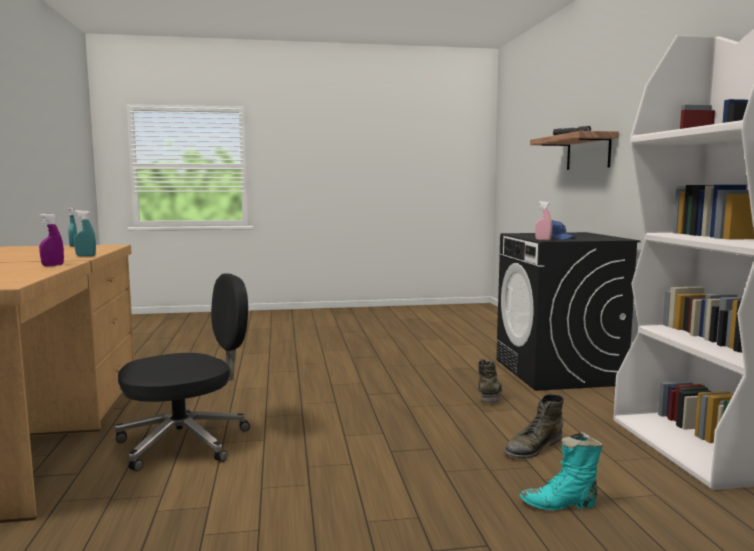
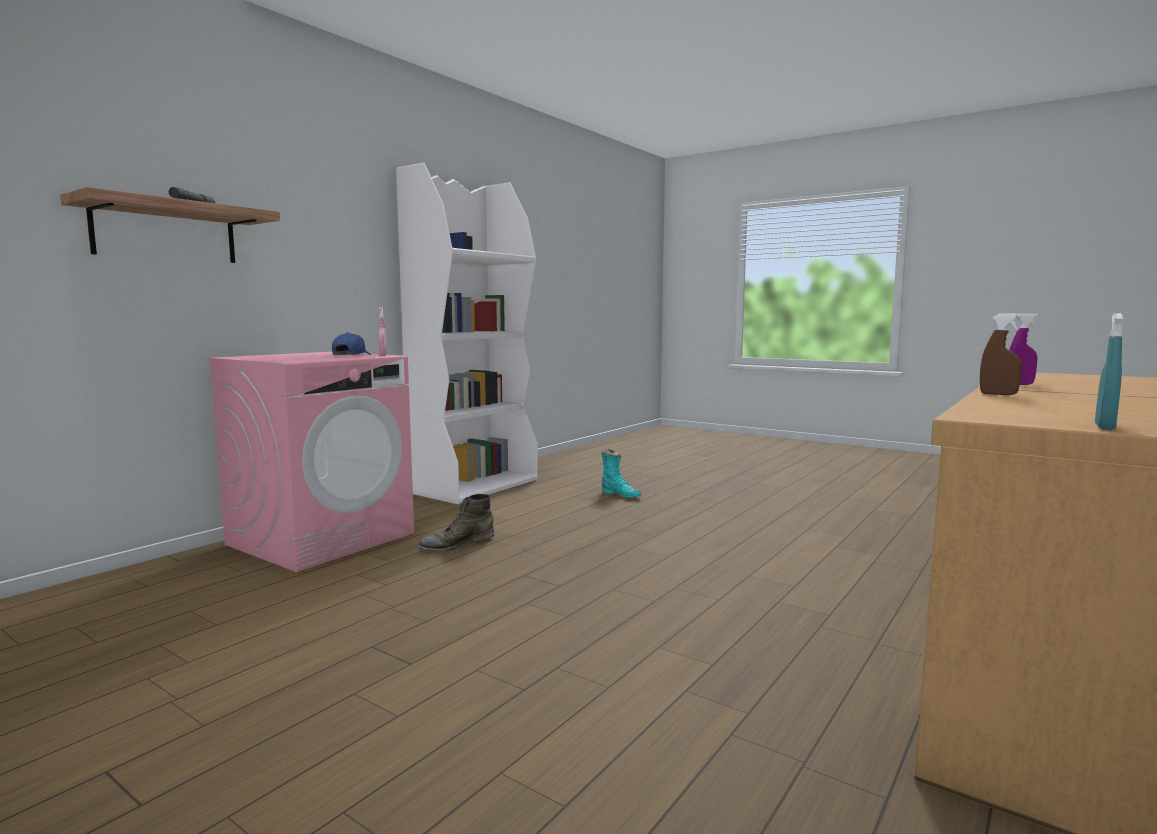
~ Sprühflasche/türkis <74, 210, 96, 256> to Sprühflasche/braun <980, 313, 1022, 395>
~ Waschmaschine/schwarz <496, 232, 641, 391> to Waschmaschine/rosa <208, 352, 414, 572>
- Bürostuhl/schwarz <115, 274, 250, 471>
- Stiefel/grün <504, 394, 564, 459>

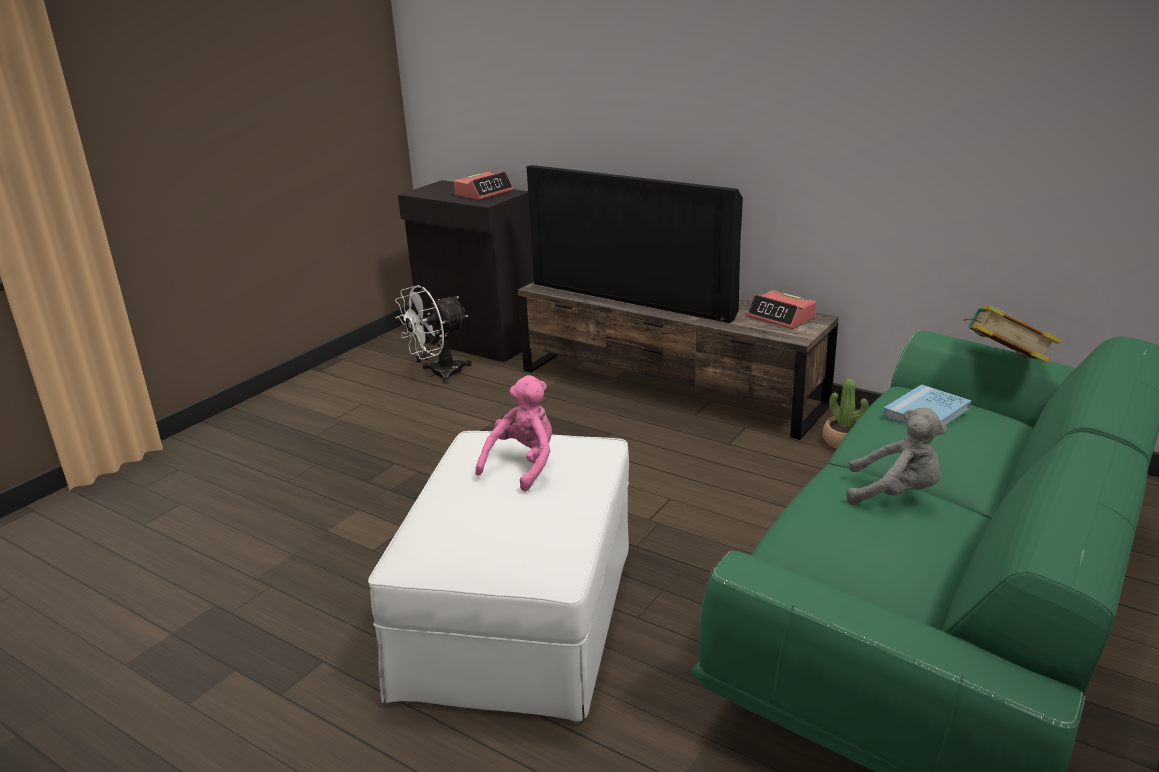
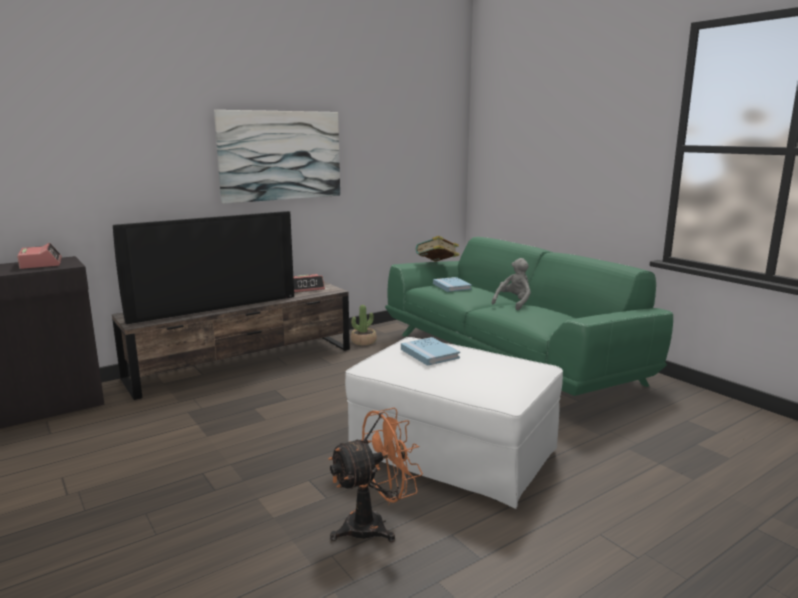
- Ventilator/weiß <395, 285, 472, 384>
~ Plüschtier/rosa <475, 375, 552, 492> to Buch/blau <401, 337, 460, 366>
+ Bild <214, 110, 340, 204>
+ Ventilator/orange <328, 408, 423, 542>

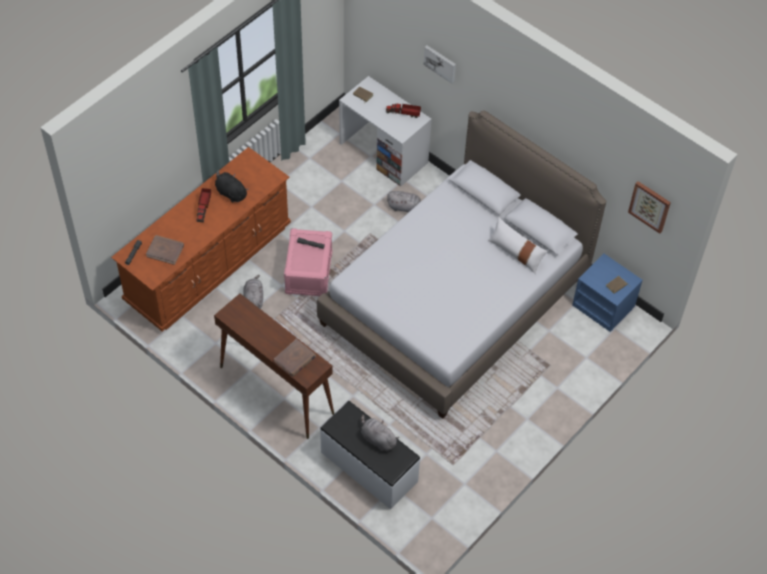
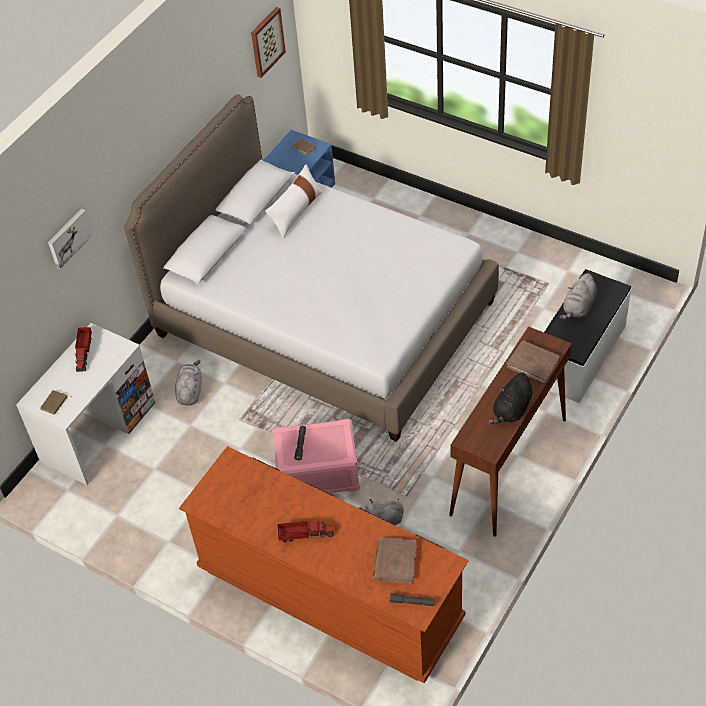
~ Plüschtier/schwarz <215, 171, 249, 203> to <488, 373, 532, 425>

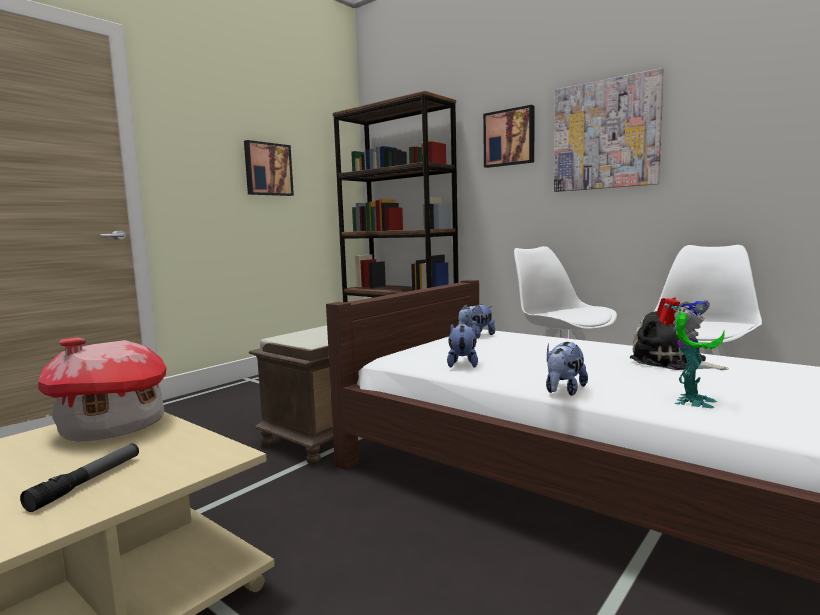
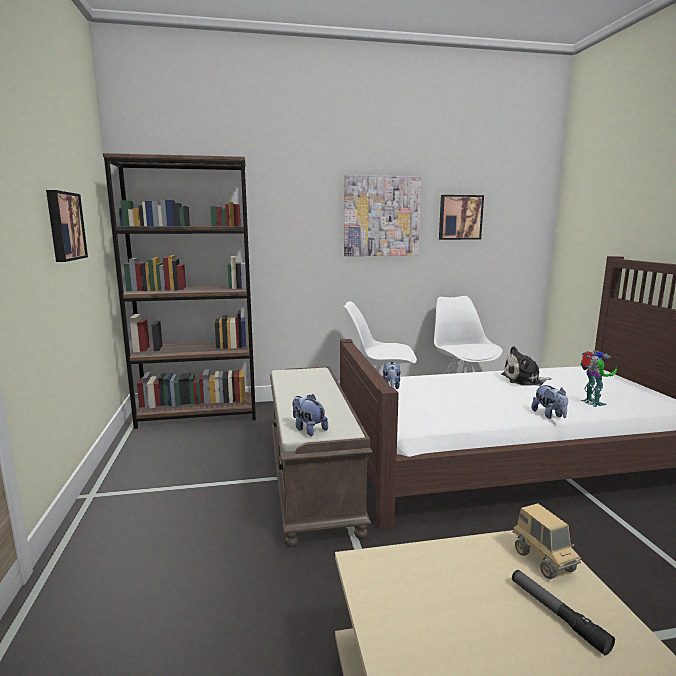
~ Bild <483, 105, 535, 168> to <439, 195, 484, 240>
~ Plüschtier <447, 323, 478, 368> to <292, 394, 328, 436>
- Spielzeughaus <38, 337, 167, 442>
+ Spielzeuglaster <513, 503, 581, 579>

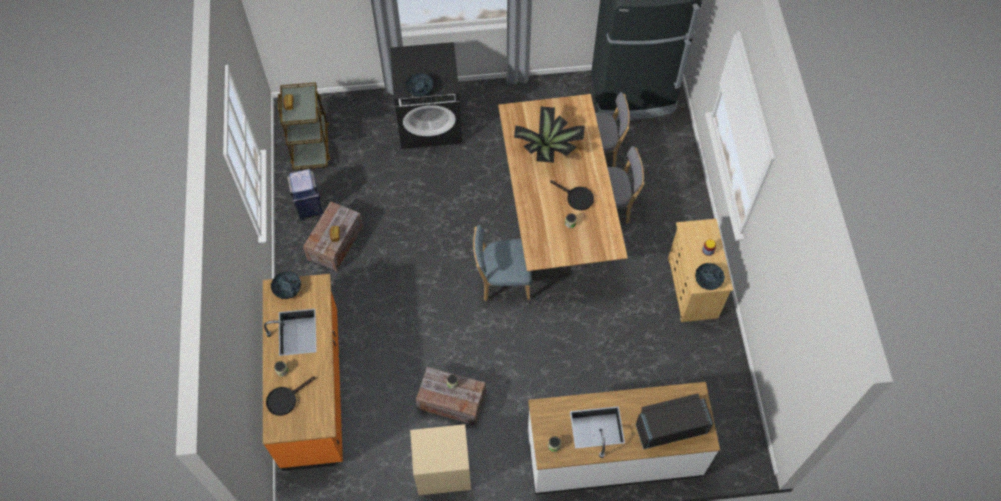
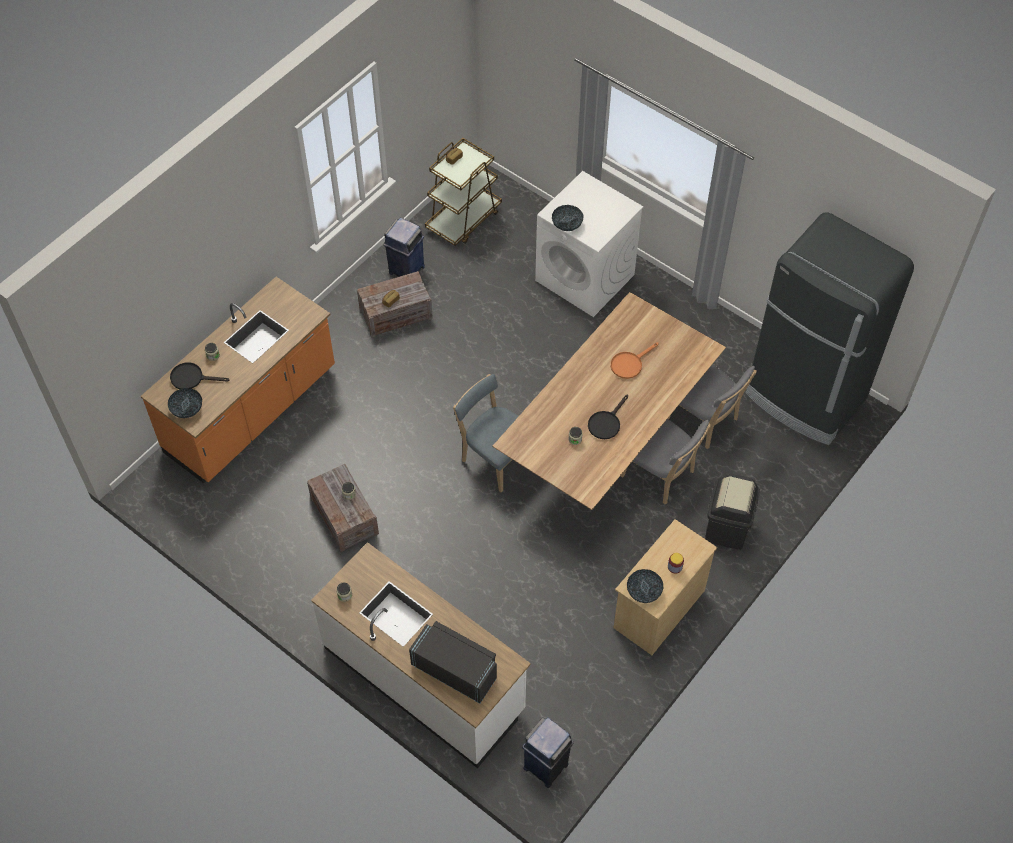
~ Waschmaschine/schwarz <390, 42, 462, 149> to Waschmaschine/weiß <535, 171, 643, 317>
~ Topfpflanze <514, 107, 585, 163> to Pfanne/orange <611, 342, 658, 379>
~ Pfanne/schwarz <550, 180, 594, 210> = <588, 394, 628, 439> 45 degrees clockwise
~ Schüssel <271, 271, 301, 299> to <168, 388, 202, 418>
- Nachttisch/beige <410, 424, 471, 495>
+ Mülleimer/schwarz <705, 474, 760, 550>
+ Mülleimer/blau <522, 717, 574, 788>

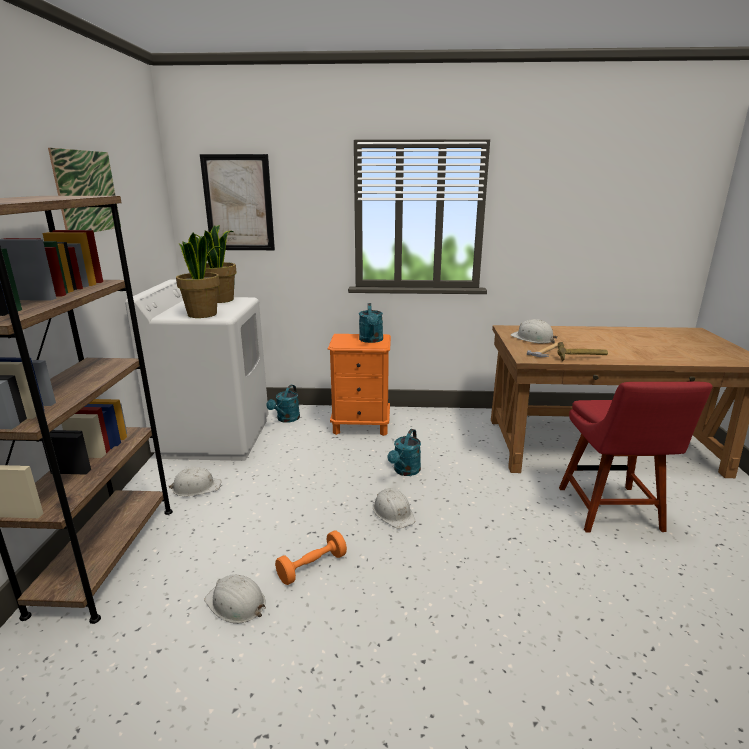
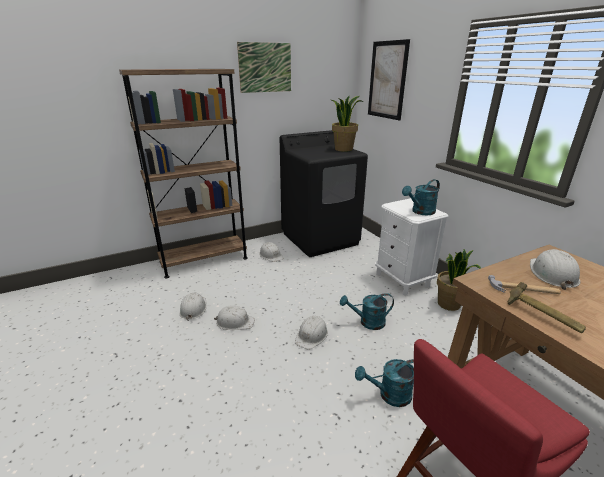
~ Topfpflanze <176, 232, 222, 318> to <437, 249, 481, 311>
~ Waschmaschine/weiß <125, 280, 269, 461> to Waschmaschine/schwarz <280, 130, 368, 257>
~ Nachttisch/orange <328, 334, 391, 436> to Nachttisch/weiß <375, 198, 449, 295>
~ Gießkanne/türkis <266, 385, 300, 423> to <355, 359, 414, 407>
~ Hantel/orange <275, 530, 347, 585> to Schutzhelm/weiß <213, 305, 255, 330>

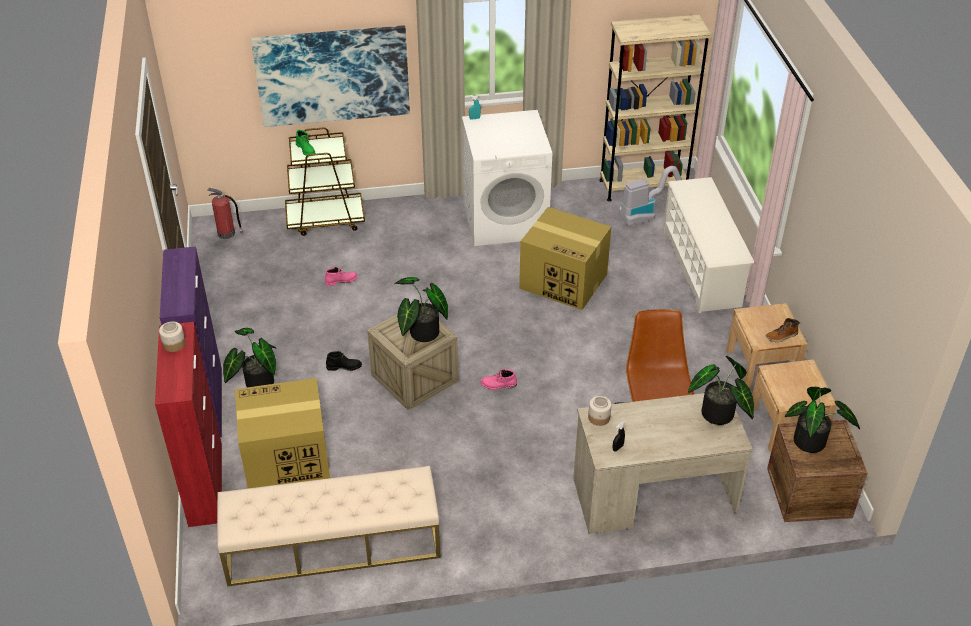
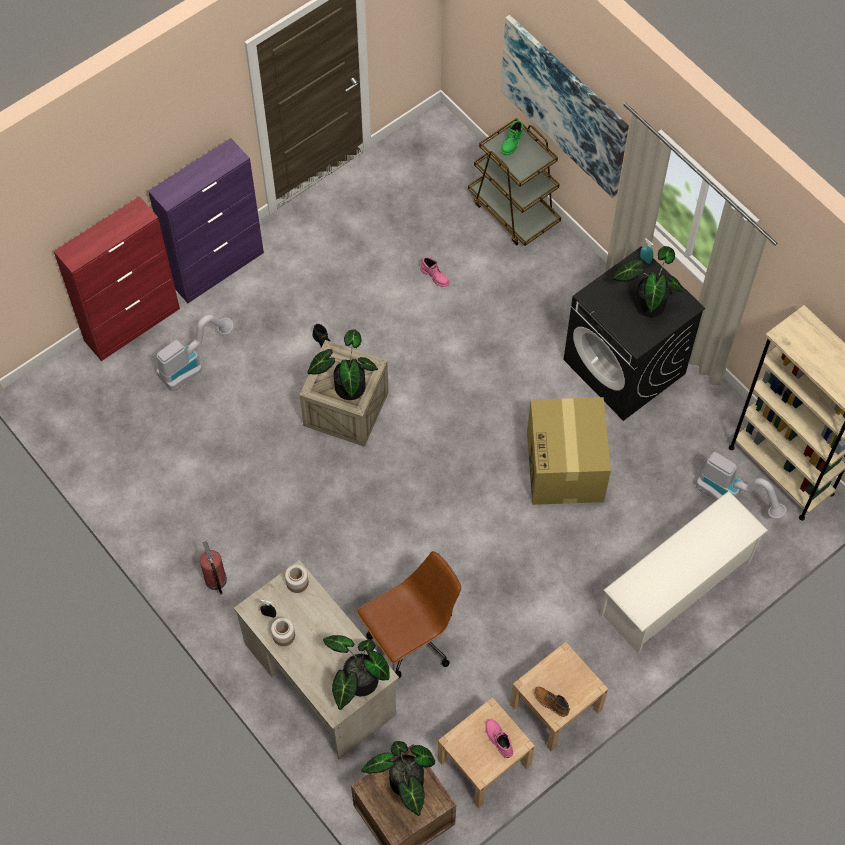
~ Waschmaschine/weiß <462, 110, 552, 246> to Waschmaschine/schwarz <563, 247, 705, 421>
~ Feuerlöscher <208, 188, 243, 239> to <200, 541, 227, 597>
~ Vorratsglas <159, 321, 186, 352> to <271, 618, 295, 646>
~ Topfpflanze <223, 328, 276, 387> to <612, 246, 683, 317>
~ Stiefel/rosa <481, 369, 517, 390> to <485, 719, 513, 758>
~ Karton <235, 378, 330, 488> to Staubsauger <156, 315, 234, 391>
- Bank/beige <217, 466, 441, 586>

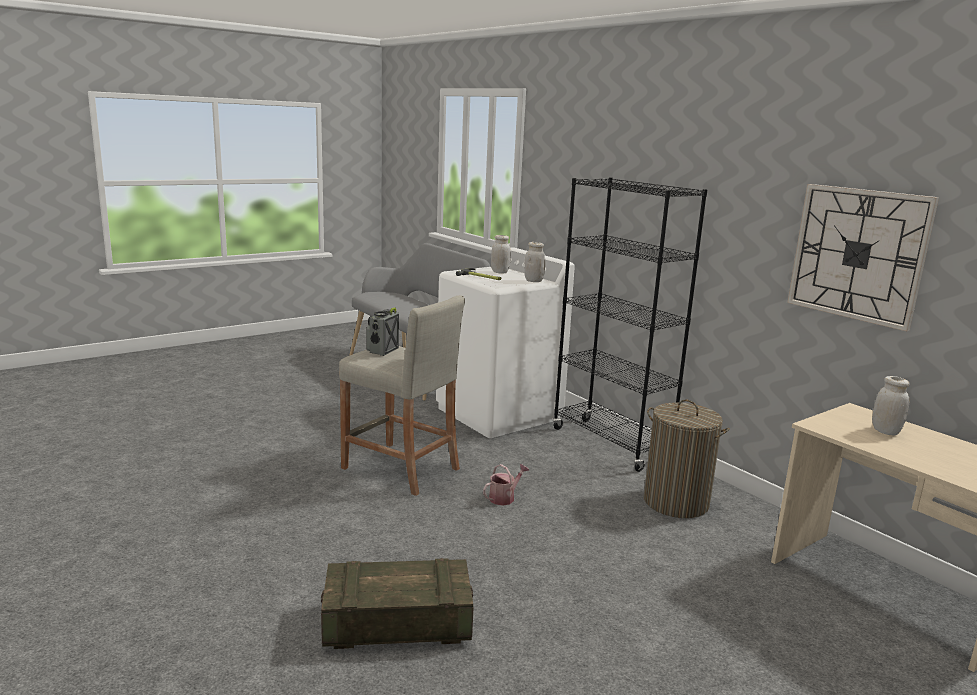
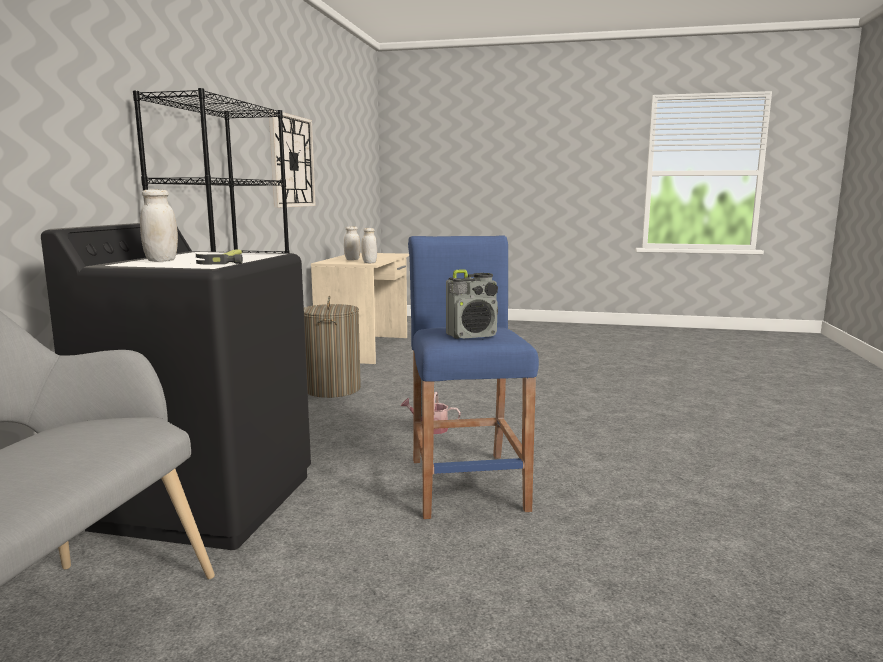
~ Vorratsglas/weiß <524, 242, 545, 282> to <361, 228, 377, 263>
~ Waschmaschine/weiß <436, 247, 575, 438> to Waschmaschine/schwarz <41, 223, 311, 550>
~ Hocker/beige <339, 296, 465, 496> to Hocker/blau <408, 235, 539, 519>
- Kiste <321, 558, 474, 649>

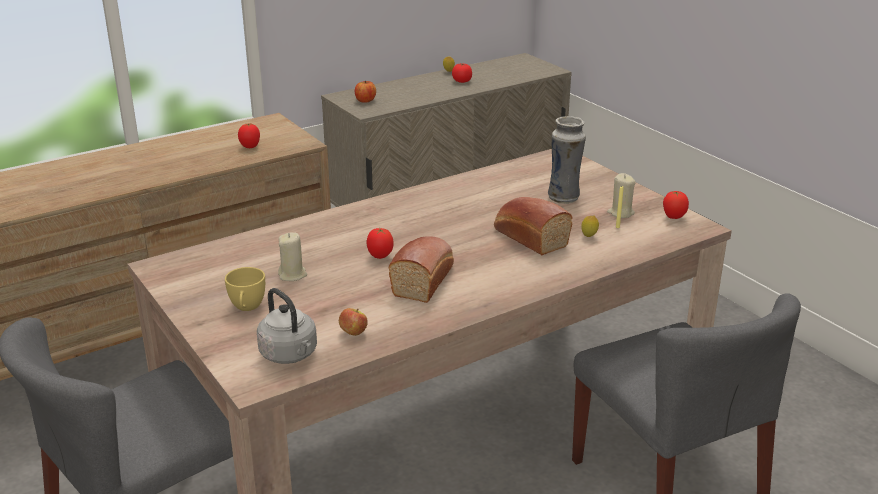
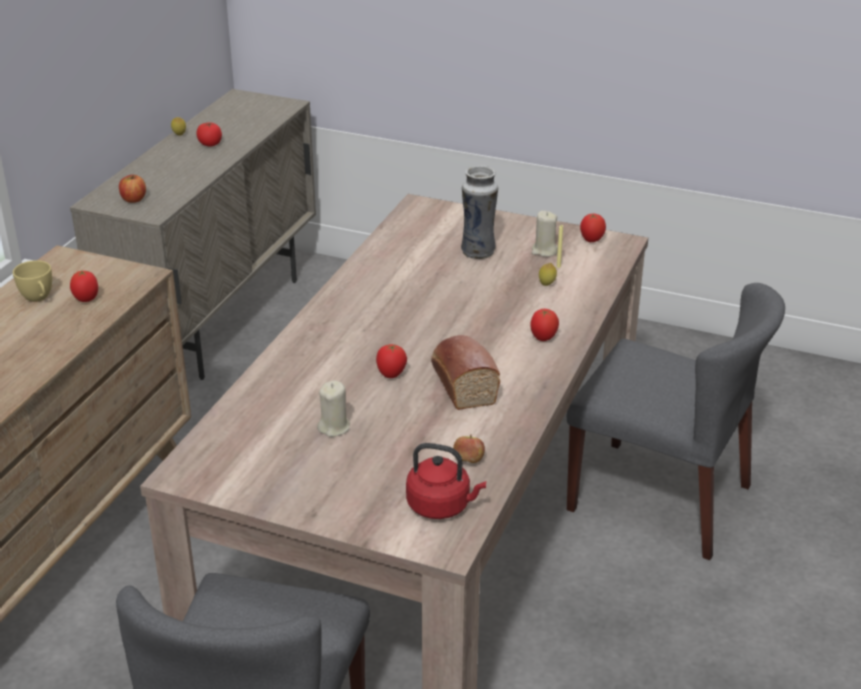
- Brot <494, 197, 573, 255>
~ Tasse/gelb <225, 267, 265, 311> to <13, 260, 52, 302>
~ Wasserkessel/grau <257, 288, 317, 364> to Wasserkessel/rot <406, 443, 486, 519>
+ Tomate <530, 309, 559, 341>

